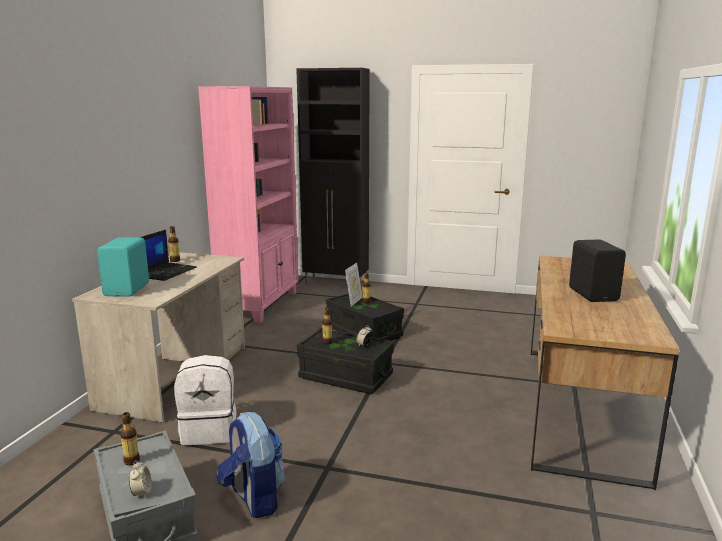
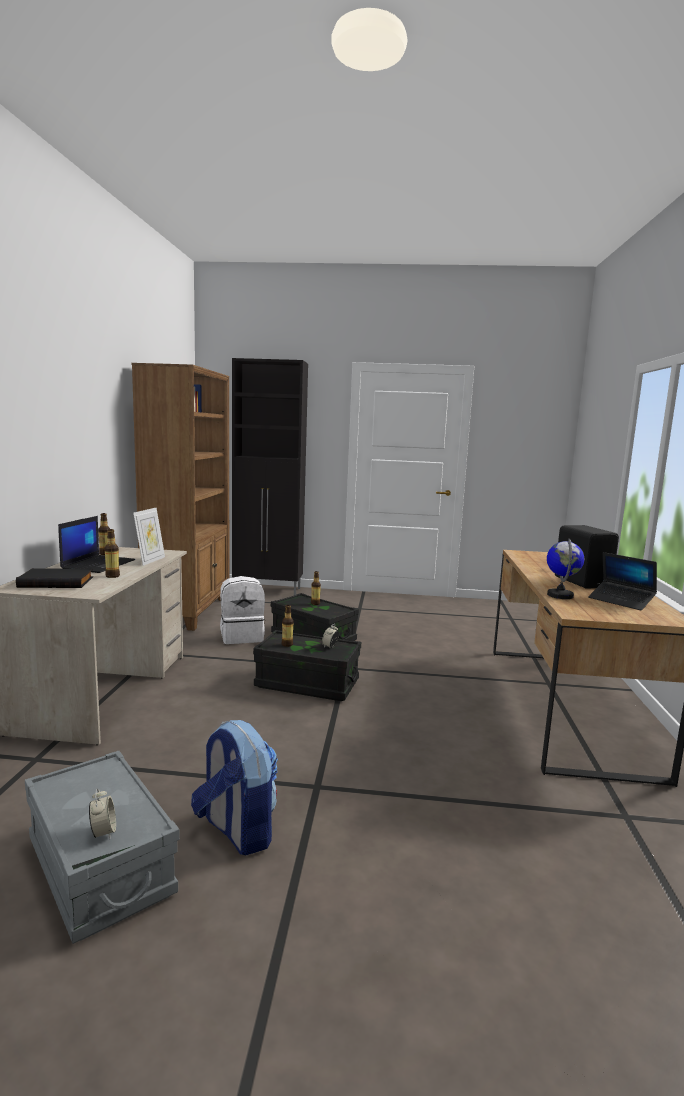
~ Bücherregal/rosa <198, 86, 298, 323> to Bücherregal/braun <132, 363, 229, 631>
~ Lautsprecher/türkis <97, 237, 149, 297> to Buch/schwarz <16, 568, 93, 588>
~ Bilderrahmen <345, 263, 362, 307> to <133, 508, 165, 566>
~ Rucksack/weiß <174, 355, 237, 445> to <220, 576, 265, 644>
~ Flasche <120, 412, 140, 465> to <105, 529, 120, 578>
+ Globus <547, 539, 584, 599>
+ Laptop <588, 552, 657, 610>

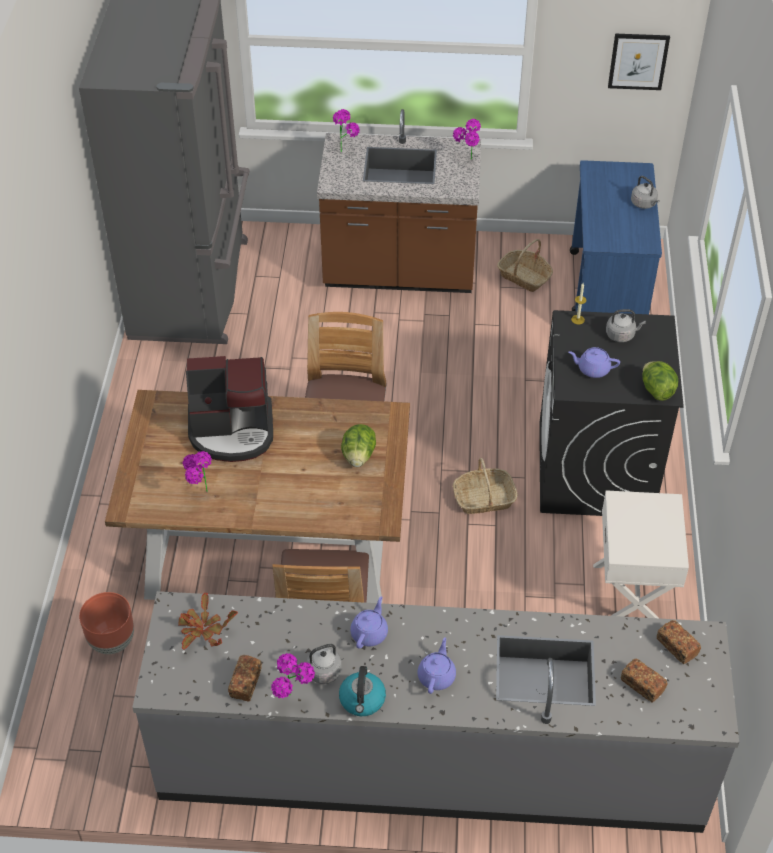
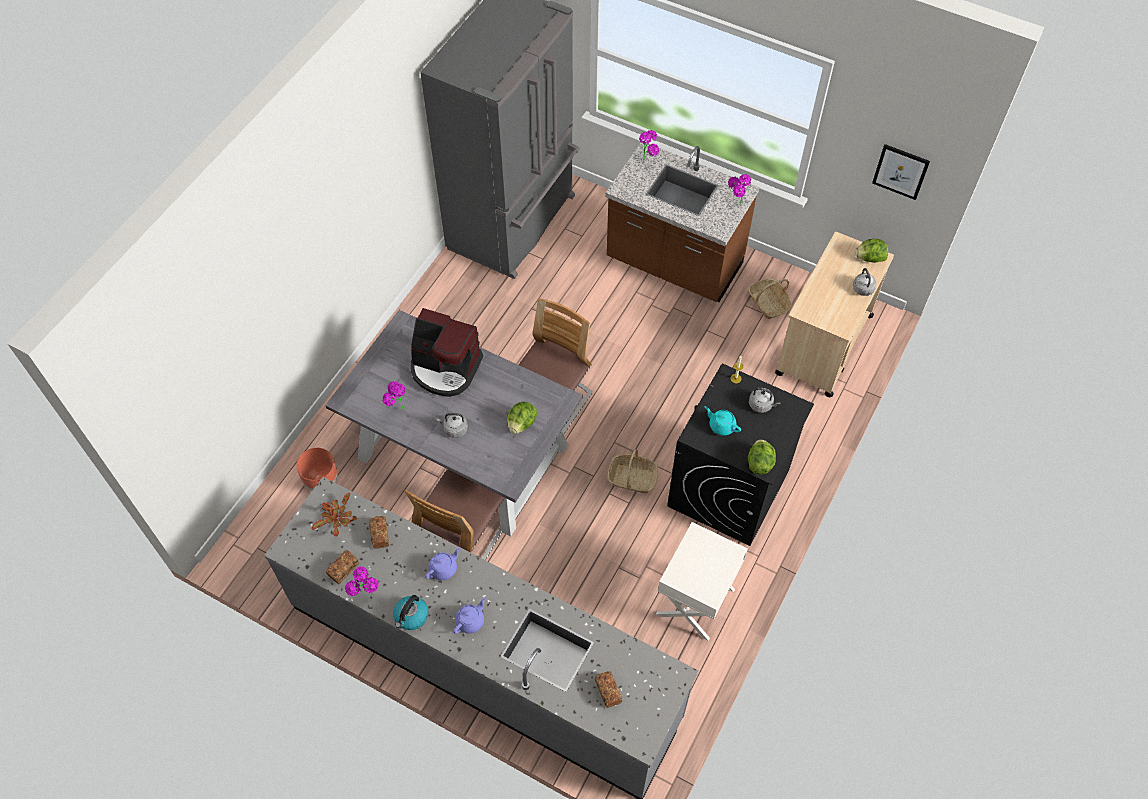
~ Rollwagen/blau <570, 160, 662, 314> to Rollwagen/beige <775, 232, 894, 397>
~ Teekanne/lila <568, 347, 620, 378> to Teekanne/türkis <705, 406, 741, 436>
~ Esstisch/braun <105, 390, 410, 603> to Esstisch/grau <325, 310, 583, 536>
~ Brot <657, 620, 701, 664> to <369, 516, 389, 549>
~ Wasserkessel/grau <297, 644, 342, 684> to <436, 413, 468, 438>
+ Salatkopf <855, 239, 888, 263>

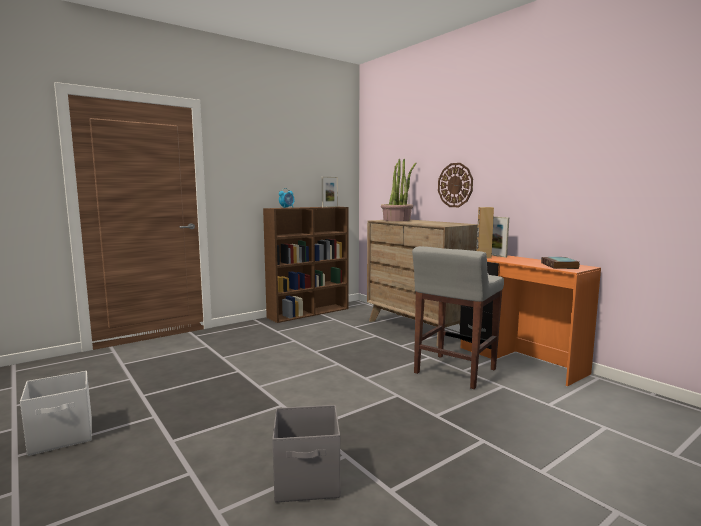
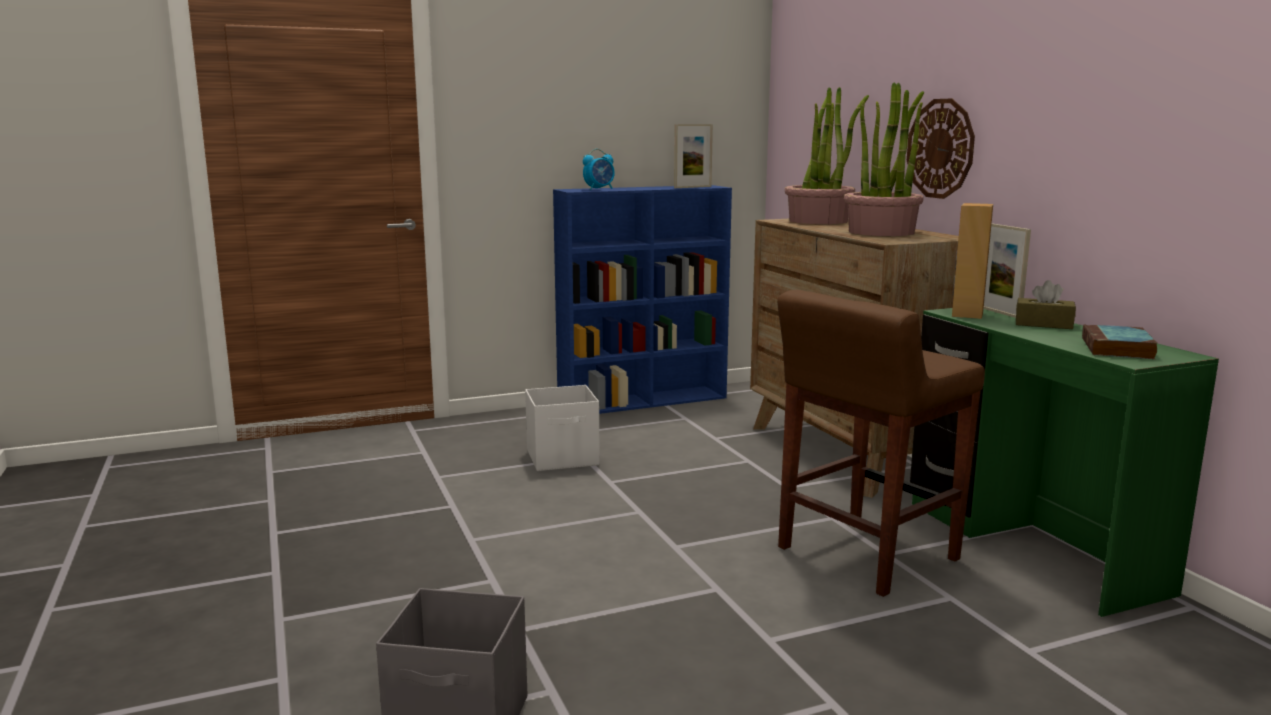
~ Bücherregal/braun <263, 207, 348, 323> to Bücherregal/blau <553, 185, 732, 414>
~ Hocker/grau <412, 246, 504, 389> to Hocker/braun <777, 290, 985, 597>
~ Schreibtisch/orange <460, 255, 601, 387> to Schreibtisch/grün <910, 308, 1219, 617>
~ Aufbewahrungsbox/weiß <20, 371, 92, 456> to <525, 385, 600, 471>
+ Topfpflanze <844, 82, 924, 236>
+ Taschentuchbox/braun <1016, 280, 1076, 329>

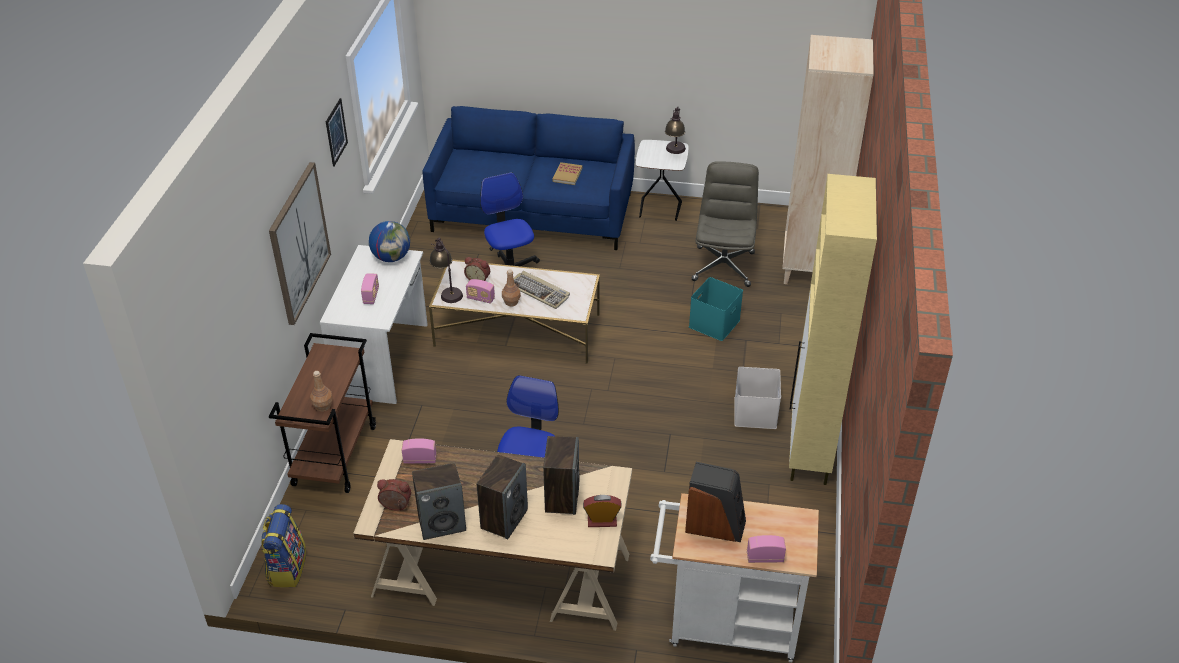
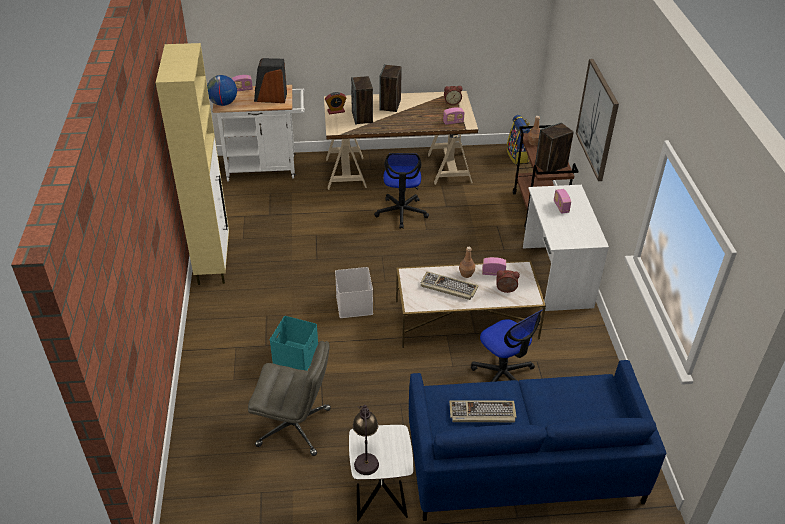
- Bücherregal/beige <783, 35, 874, 284>
- Bild <326, 98, 348, 167>
~ Bürostuhl/grau <692, 161, 759, 287> = <248, 341, 331, 456> 75 degrees counterclockwise
~ Buch <552, 162, 582, 185> to Tastatur <449, 400, 517, 422>
~ Globus <369, 221, 410, 262> to <207, 75, 237, 106>
- Tischlampe <429, 238, 463, 303>
~ Aufbewahrungsbox/weiß <734, 367, 781, 429> to <335, 267, 373, 318>
~ Lautsprecher <412, 463, 466, 540> to <535, 122, 574, 172>

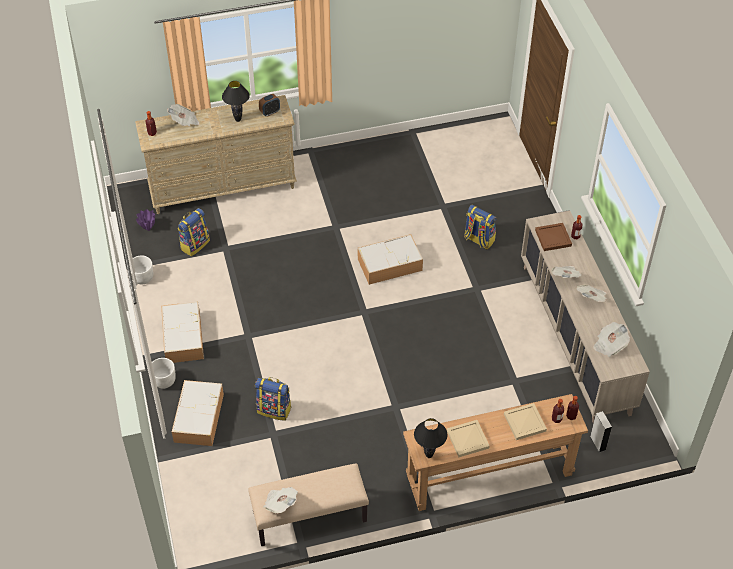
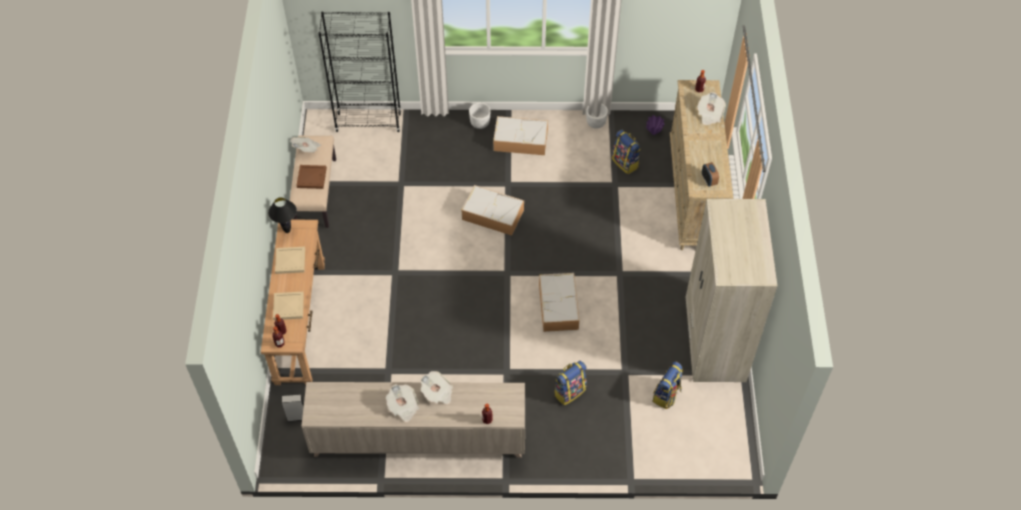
- Tischlampe/schwarz <222, 81, 250, 122>
~ Tablett/braun <535, 223, 572, 251> to <296, 165, 327, 189>
- Zeitung <593, 322, 630, 357>
~ Rucksack <255, 377, 292, 421> to <652, 362, 683, 409>
~ Aufbewahrungsbox <172, 380, 224, 446> to <462, 185, 524, 236>
+ Bücherregal/schwarz <319, 11, 401, 132>
+ Kleiderschrank/beige <686, 199, 777, 382>

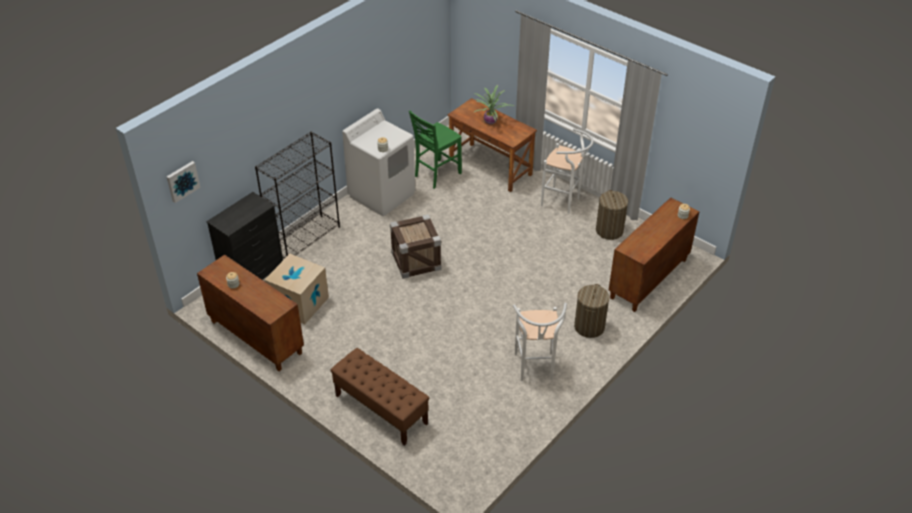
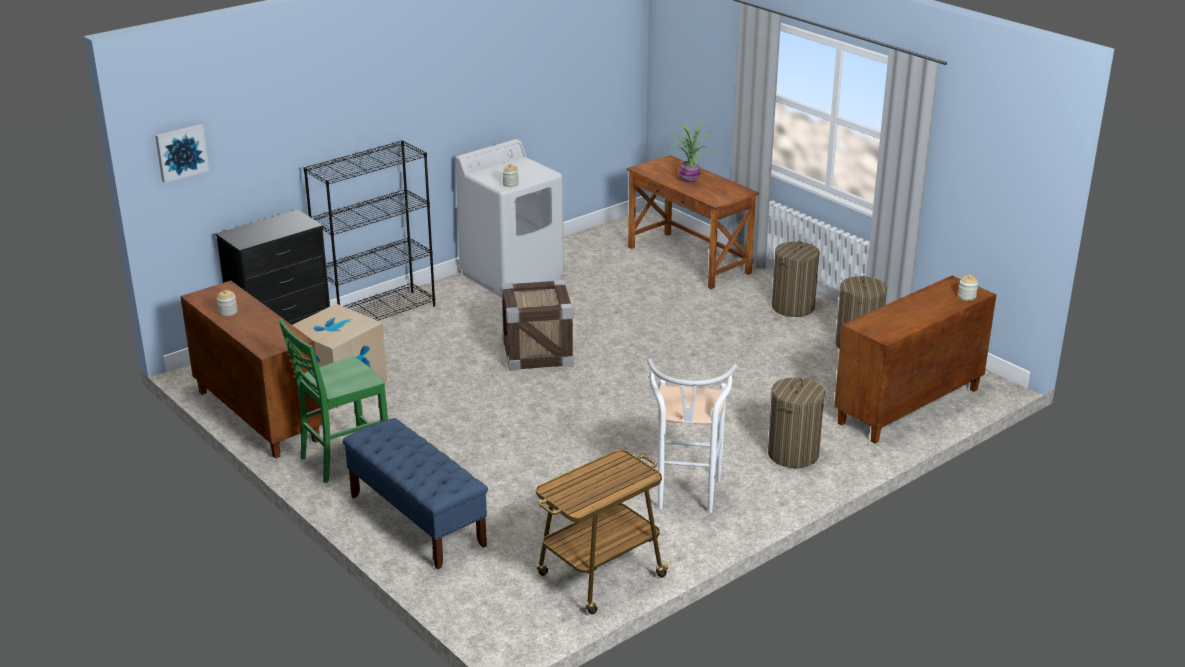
~ Stuhl/grün <409, 110, 462, 189> to <279, 319, 388, 483>
~ Hocker/weiß <541, 128, 594, 214> to Wäschekorb <772, 241, 820, 317>
~ Bank/braun <330, 348, 429, 446> to Bank/blau <343, 418, 488, 569>
+ Rollwagen <536, 450, 671, 614>

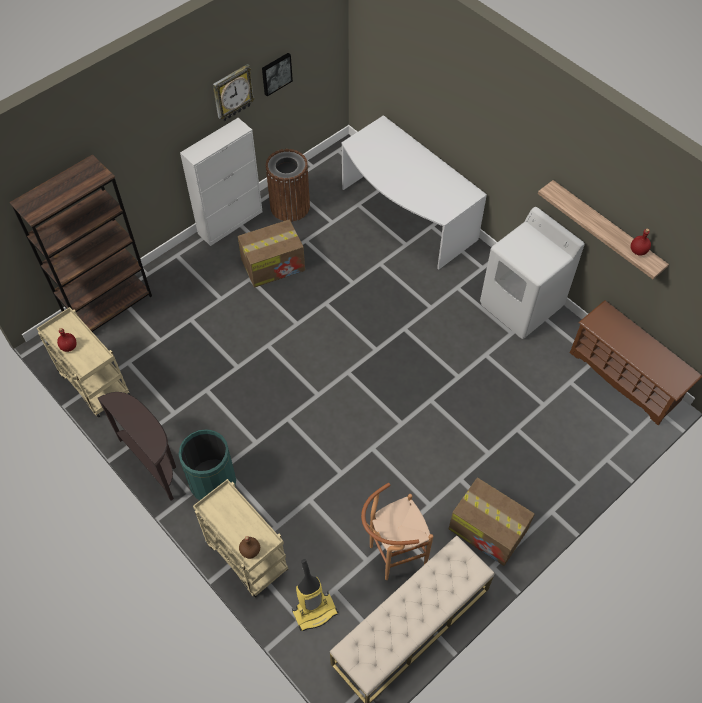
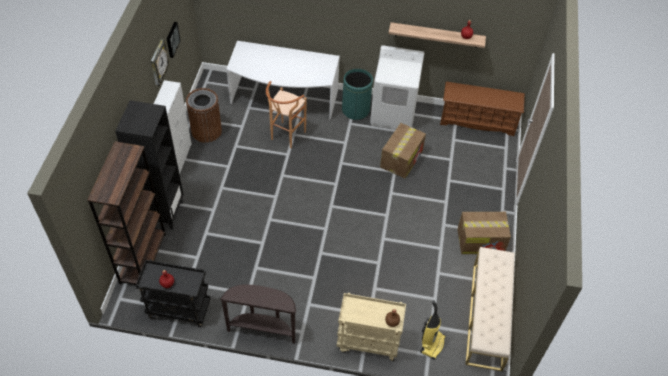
~ Karton <238, 219, 305, 288> to <380, 123, 426, 178>
~ Rollwagen/beige <37, 307, 130, 418> to Rollwagen/schwarz <135, 259, 211, 328>
~ Mülleimer/grün <179, 429, 236, 500> to <342, 69, 373, 120>
~ Hocker/braun <361, 483, 433, 580> to <266, 81, 306, 148>
+ Bücherregal/schwarz <115, 100, 184, 230>

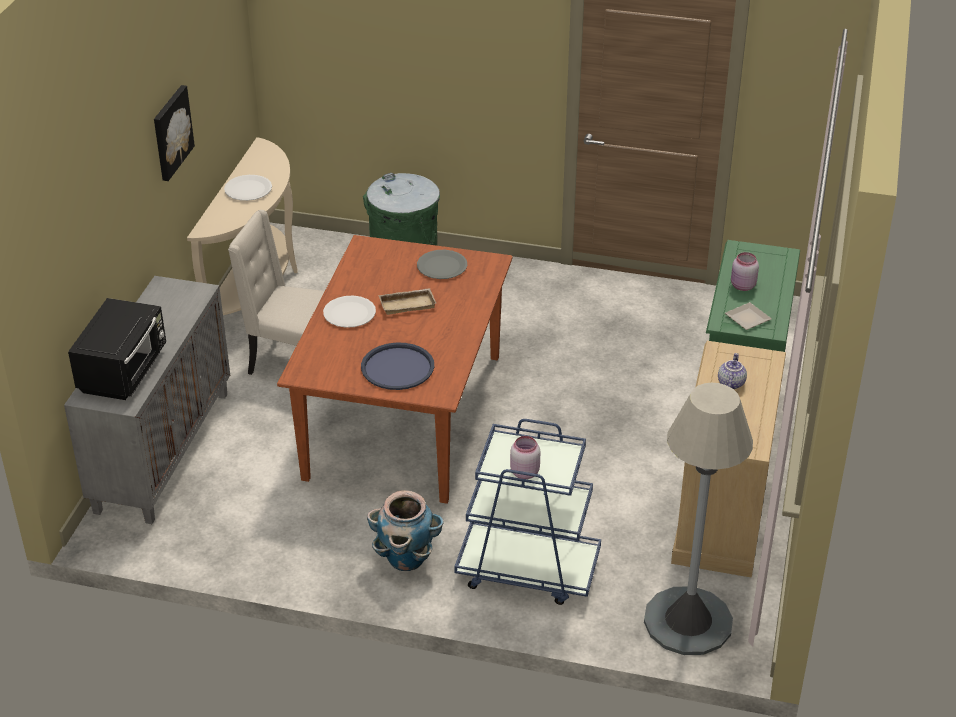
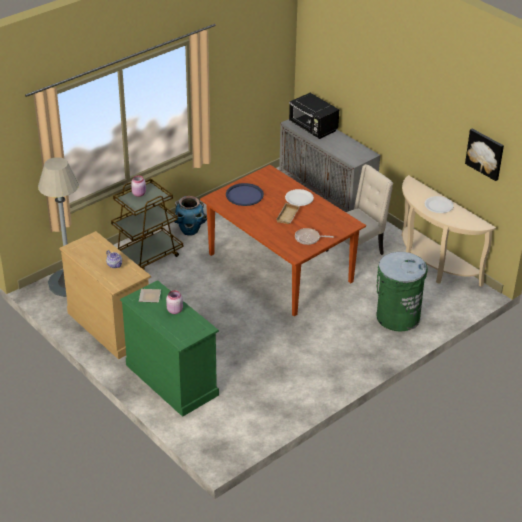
~ Bild <154, 85, 195, 181> to <465, 129, 504, 181>
~ Teller/grau <417, 250, 467, 279> to Pfanne <295, 228, 334, 245>
~ Rollwagen/blau <454, 419, 601, 605> to Rollwagen/braun <111, 179, 183, 270>

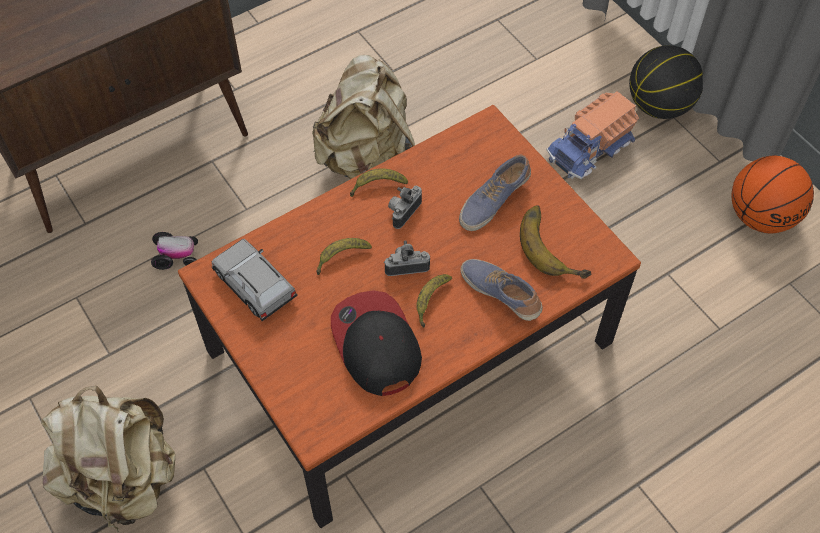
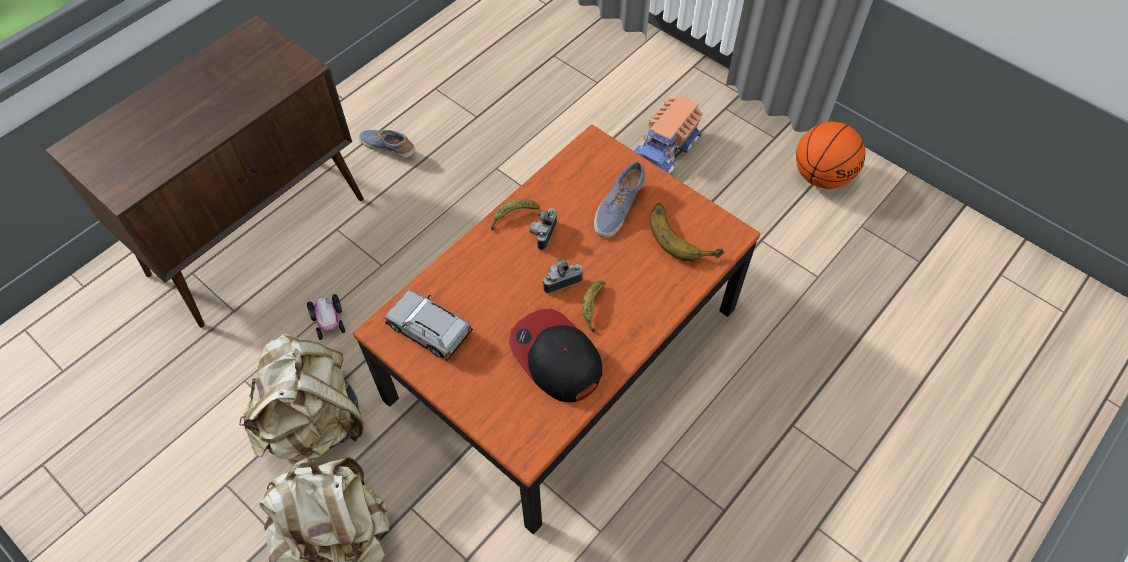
- Basketball <629, 45, 703, 119>
~ Rucksack/beige <312, 55, 415, 179> to <239, 333, 363, 462>
~ Spielzeugauto <151, 232, 198, 270> = <307, 294, 345, 340> 90 degrees clockwise
- Banane <316, 238, 372, 275>
~ Schuh <460, 259, 543, 321> to <359, 129, 415, 158>

